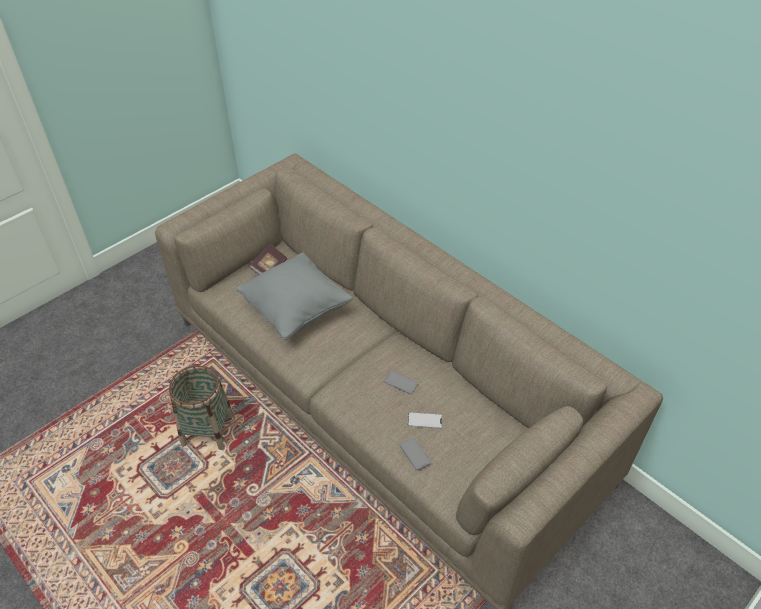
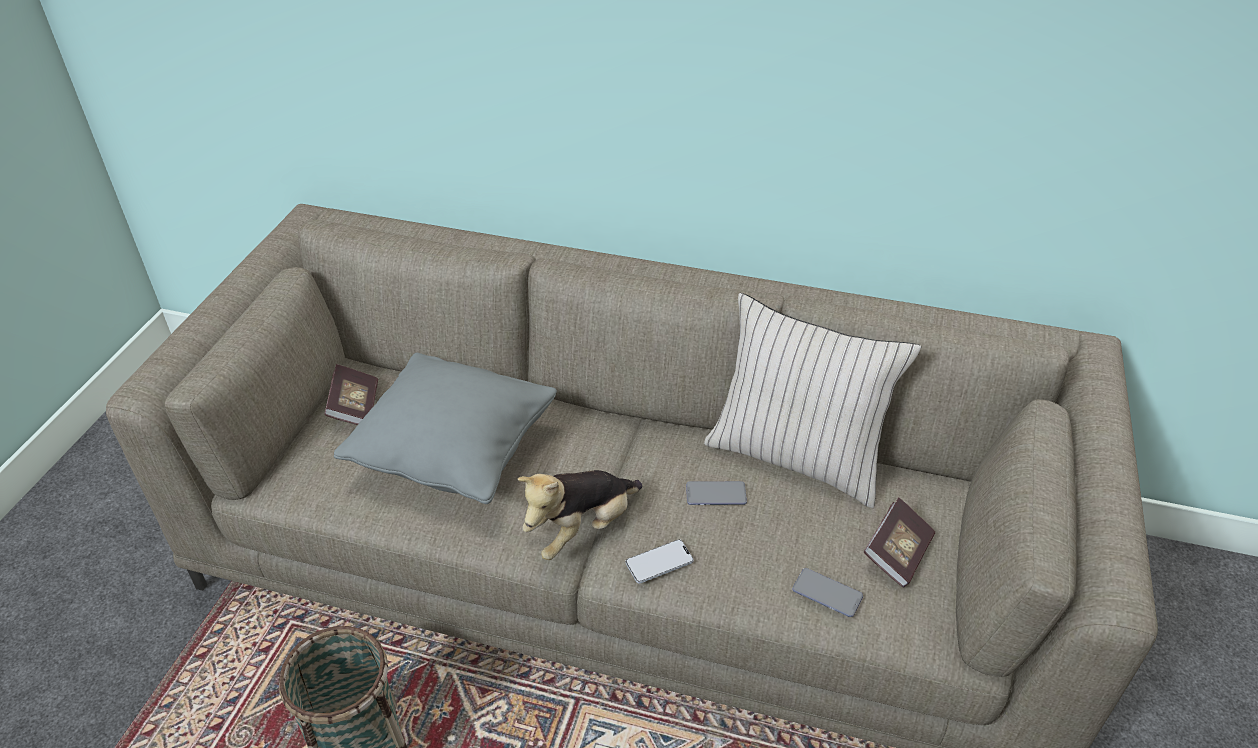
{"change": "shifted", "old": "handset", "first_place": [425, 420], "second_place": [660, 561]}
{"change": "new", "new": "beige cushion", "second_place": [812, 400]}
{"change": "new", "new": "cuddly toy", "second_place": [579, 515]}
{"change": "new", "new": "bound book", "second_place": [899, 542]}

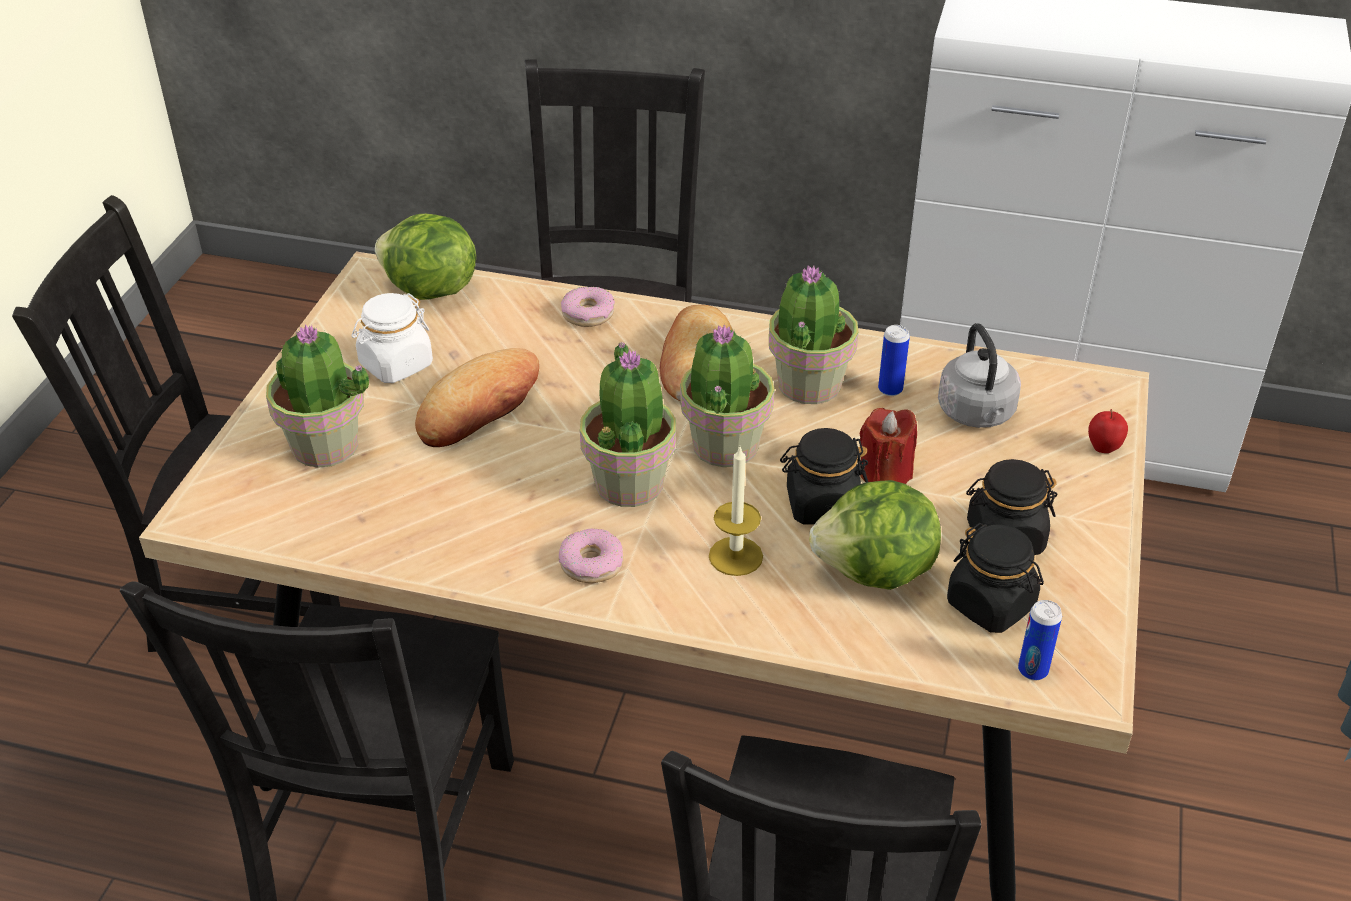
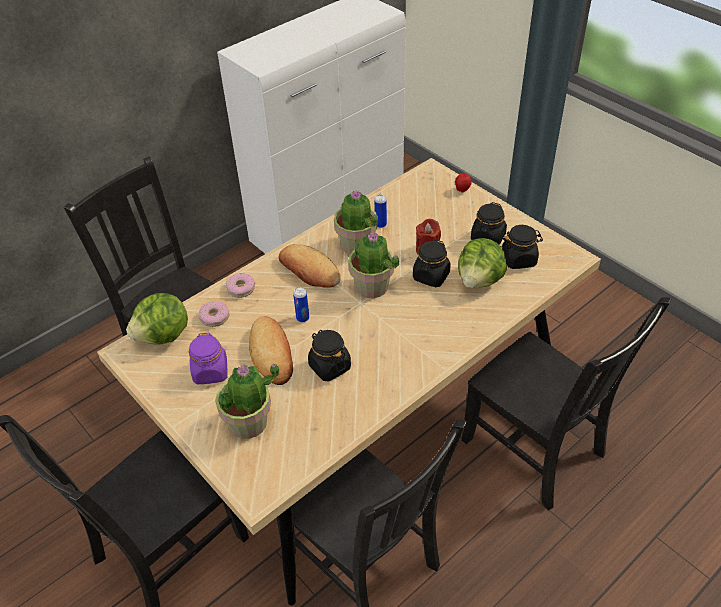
{"change": "repainted", "old": "white preserve jar", "new": "purple-coloured preserve jar", "first_place": [392, 338], "second_place": [208, 358]}
{"change": "gone", "old": "gray tea kettle", "first_place": [979, 375]}
{"change": "gone", "old": "potted plant", "first_place": [628, 424]}
{"change": "gone", "old": "wax candle", "first_place": [736, 511]}
{"change": "shifted", "old": "ring doughnut", "first_place": [591, 555], "second_place": [214, 314]}
{"change": "shifted", "old": "metal can", "first_place": [1040, 640], "second_place": [301, 304]}
{"change": "new", "new": "blackish preserve jar", "second_place": [329, 355]}

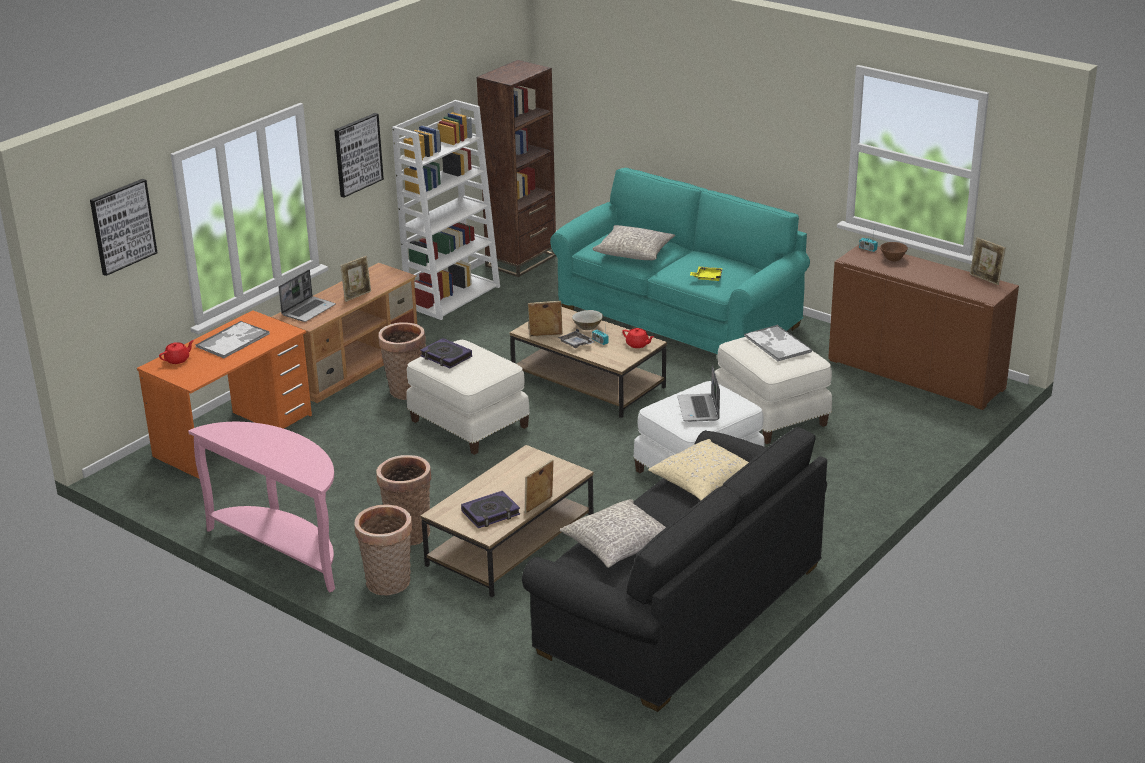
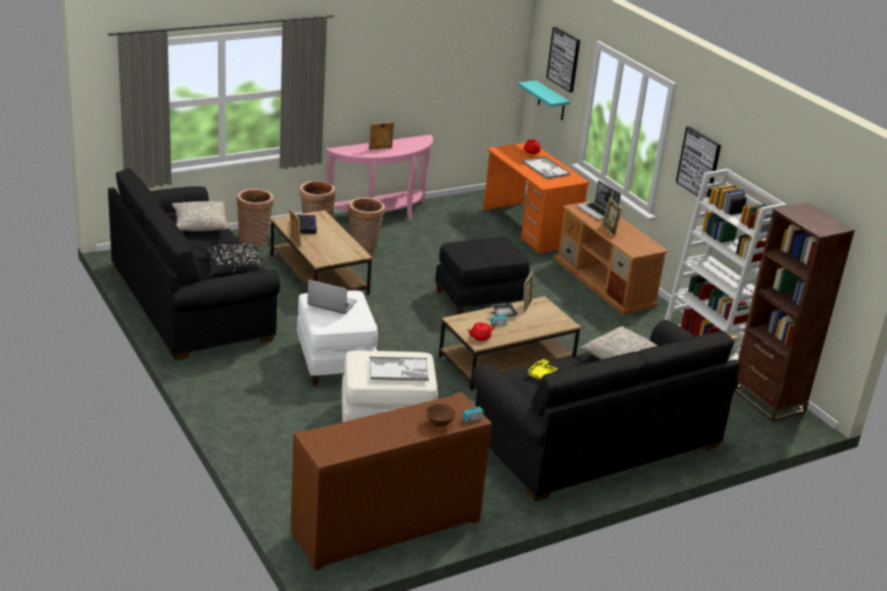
{"change": "repainted", "old": "blue-green sofa", "new": "blackish sofa", "first_place": [680, 261], "second_place": [605, 410]}
{"change": "shifted", "old": "picture frame", "first_place": [988, 261], "second_place": [381, 136]}
{"change": "gone", "old": "beige serving bowl", "first_place": [587, 320]}
{"change": "shifted", "old": "storage basket", "first_place": [402, 361], "second_place": [255, 218]}
{"change": "gone", "old": "bound book", "first_place": [446, 353]}
{"change": "repainted", "old": "white ottoman", "new": "blackish ottoman", "first_place": [468, 397], "second_place": [482, 276]}
{"change": "repainted", "old": "beige cushion", "new": "blackish cushion", "first_place": [698, 469], "second_place": [232, 259]}
{"change": "new", "new": "blue-green shelf", "second_place": [544, 100]}

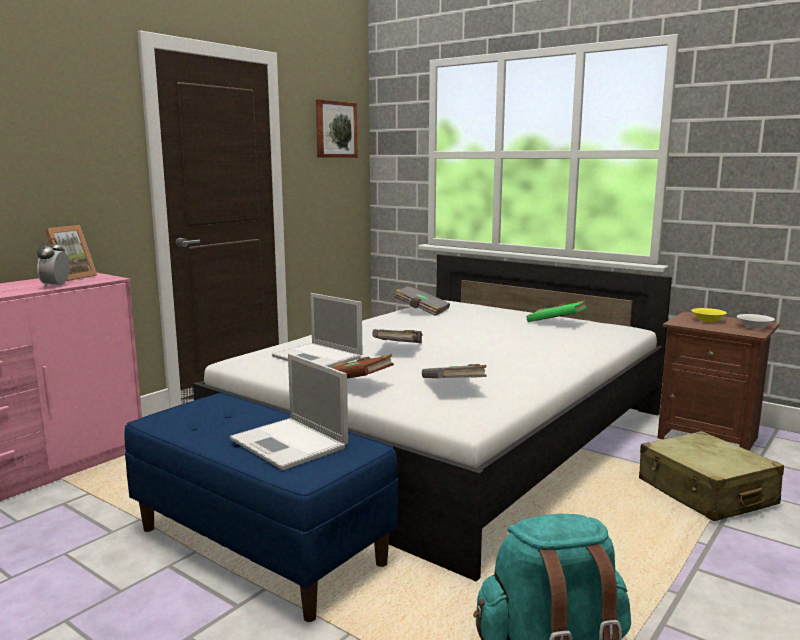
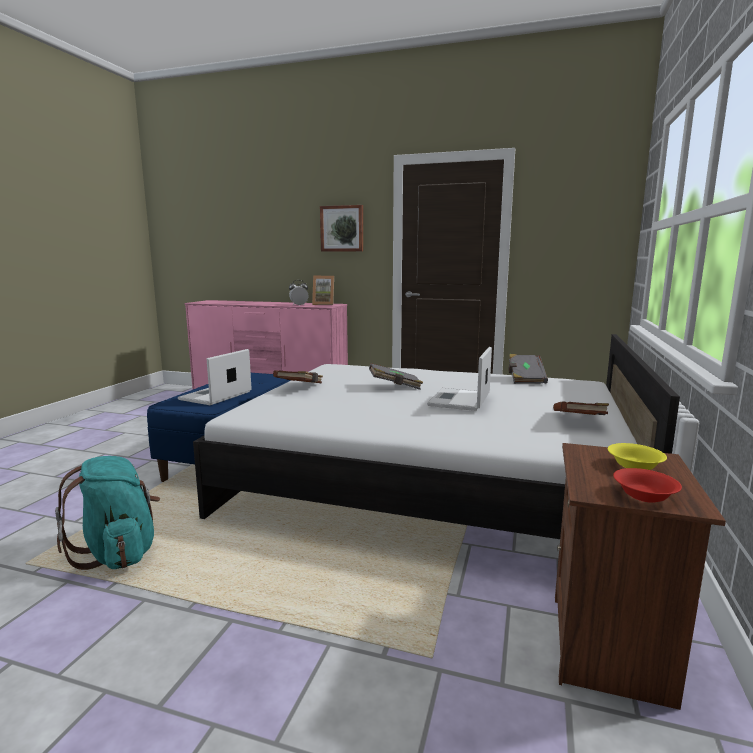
{"change": "shifted", "old": "wall picture", "first_place": [337, 128], "second_place": [341, 228]}
{"change": "shifted", "old": "laptop", "first_place": [317, 330], "second_place": [459, 379]}
{"change": "repainted", "old": "greenish bound book", "new": "brown-coloured bound book", "first_place": [556, 311], "second_place": [581, 408]}
{"change": "repainted", "old": "white serving bowl", "new": "reddish serving bowl", "first_place": [756, 321], "second_place": [647, 485]}
{"change": "gone", "old": "gray bound book", "first_place": [454, 371]}
{"change": "gone", "old": "beige travel case", "first_place": [711, 476]}

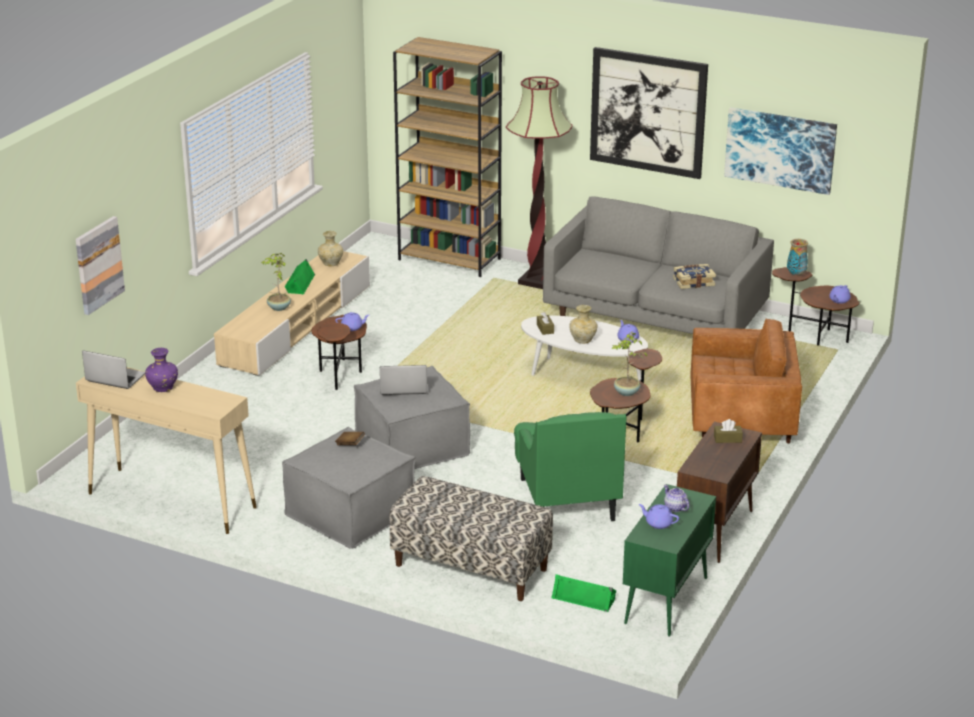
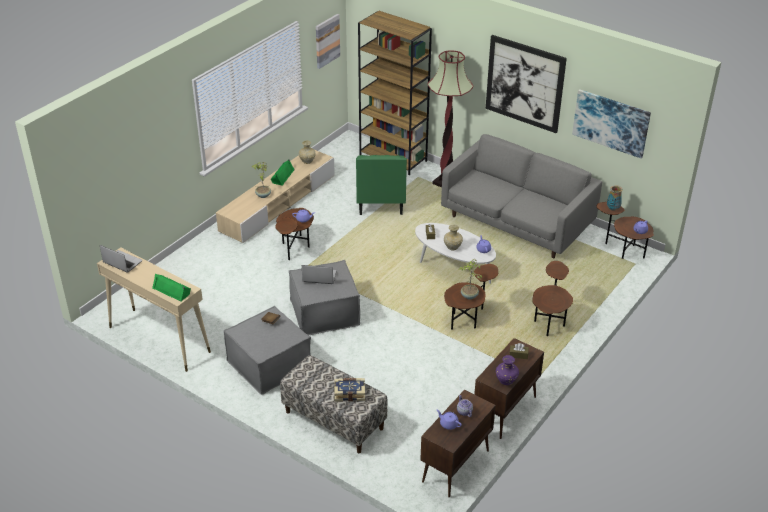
{"change": "shifted", "old": "wall picture", "first_place": [100, 265], "second_place": [328, 41]}
{"change": "shifted", "old": "bound book", "first_place": [694, 276], "second_place": [349, 390]}
{"change": "swapped", "old": "brown-coloured lounge chair", "new": "brown-coloured end table", "first_place": [746, 381], "second_place": [552, 298]}
{"change": "shifted", "old": "purple-coloured decorative vase", "first_place": [161, 370], "second_place": [507, 370]}
{"change": "shifted", "old": "greenish lounge chair", "first_place": [570, 466], "second_place": [381, 185]}
{"change": "repainted", "old": "greenish storage cabinet", "new": "brown-coloured storage cabinet", "first_place": [669, 560], "second_place": [458, 444]}
{"change": "shifted", "old": "greenish loudspeaker", "first_place": [584, 593], "second_place": [171, 288]}

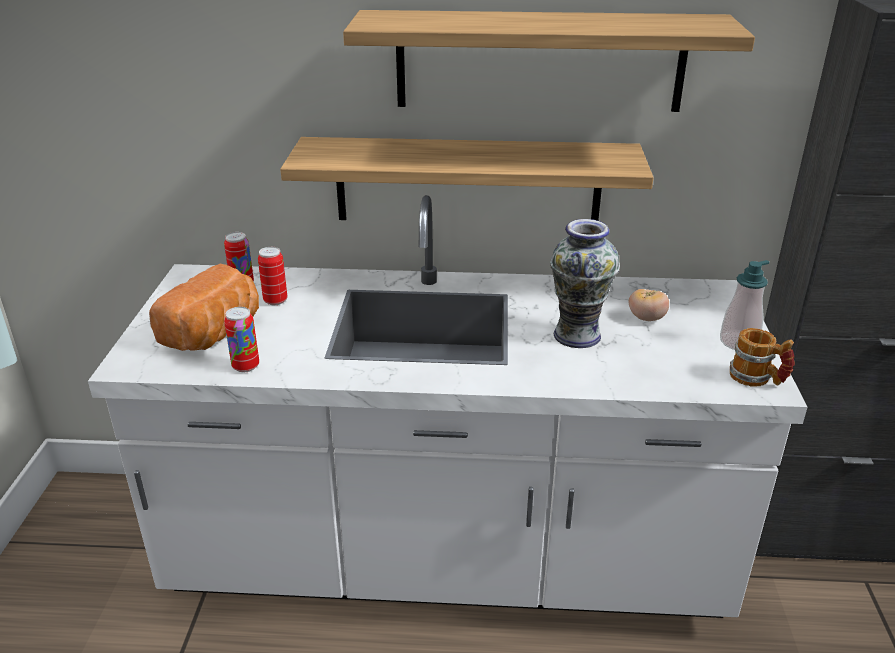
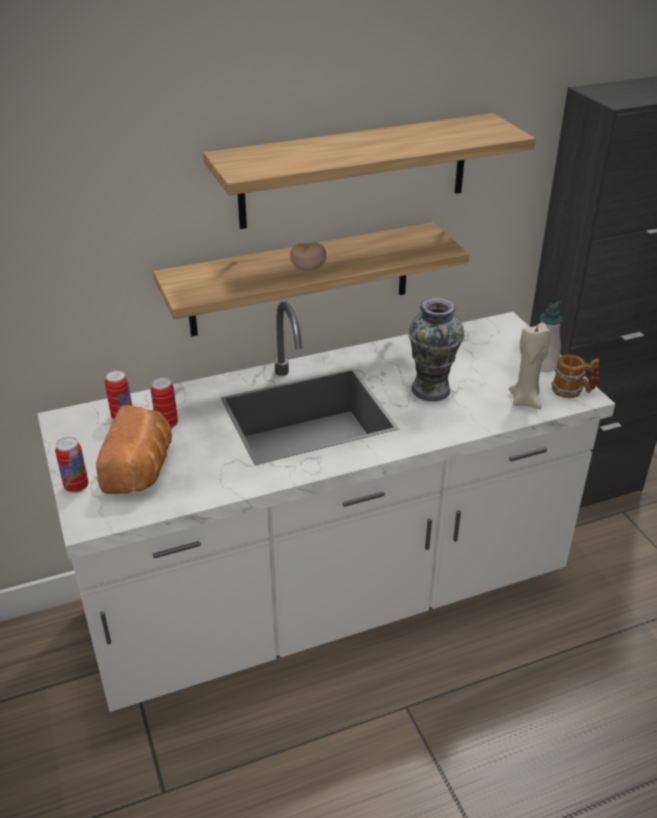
{"change": "shifted", "old": "fresh tomato", "first_place": [649, 305], "second_place": [308, 256]}
{"change": "shifted", "old": "metal can", "first_place": [241, 339], "second_place": [71, 465]}
{"change": "new", "new": "beige wax candle", "second_place": [530, 366]}

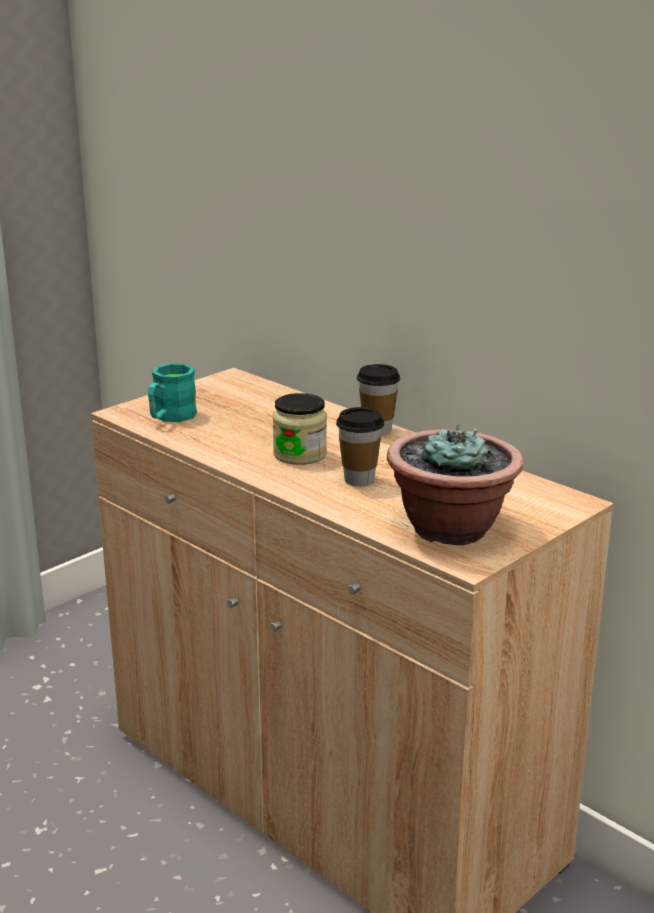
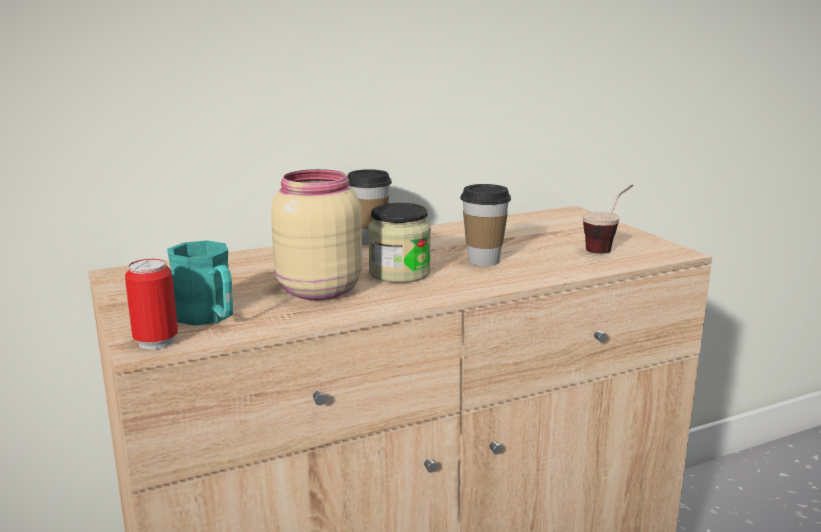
{"change": "swapped", "old": "potted plant", "new": "cup", "first_place": [455, 484], "second_place": [607, 219]}
{"change": "new", "new": "beige preserve jar", "second_place": [316, 234]}
{"change": "new", "new": "metal can", "second_place": [151, 304]}

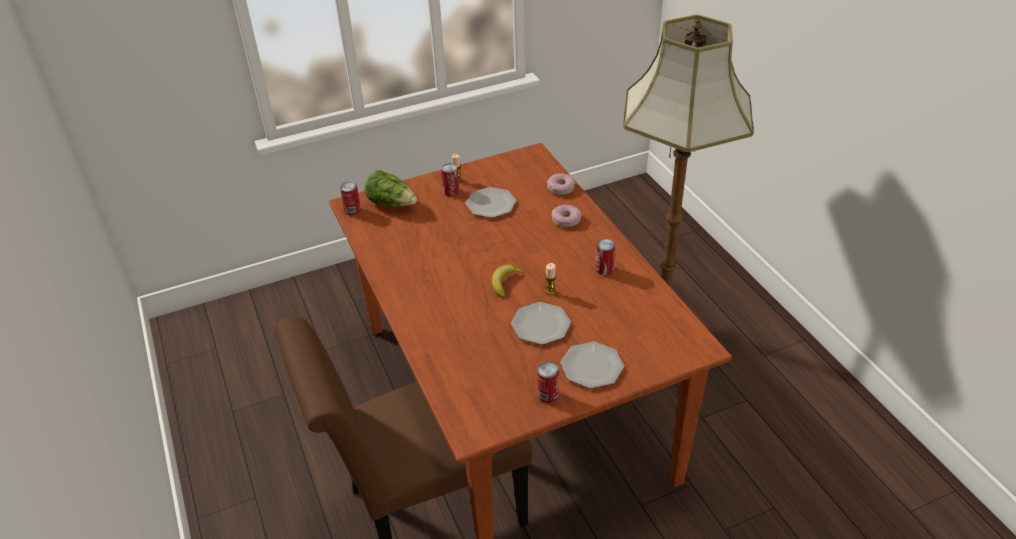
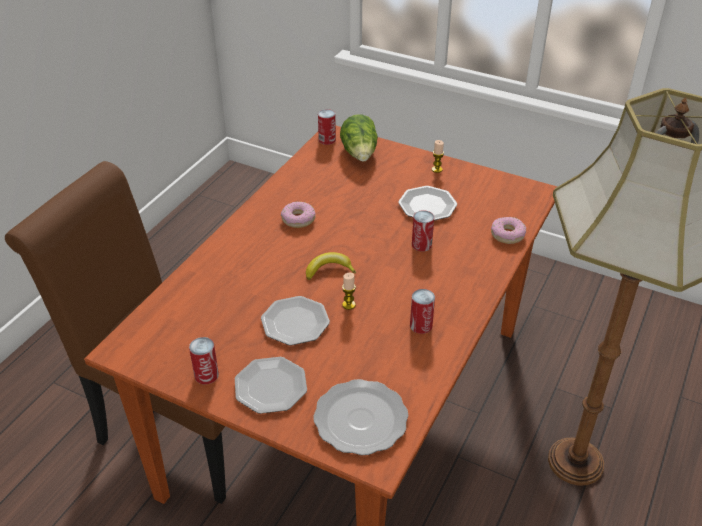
{"change": "shifted", "old": "metal can", "first_place": [450, 179], "second_place": [423, 230]}
{"change": "shifted", "old": "ring doughnut", "first_place": [566, 215], "second_place": [298, 215]}
{"change": "new", "new": "plate", "second_place": [361, 417]}

